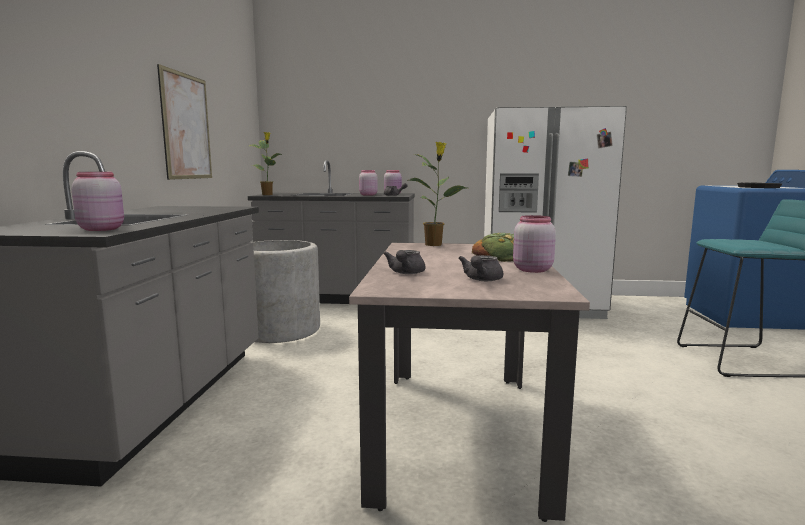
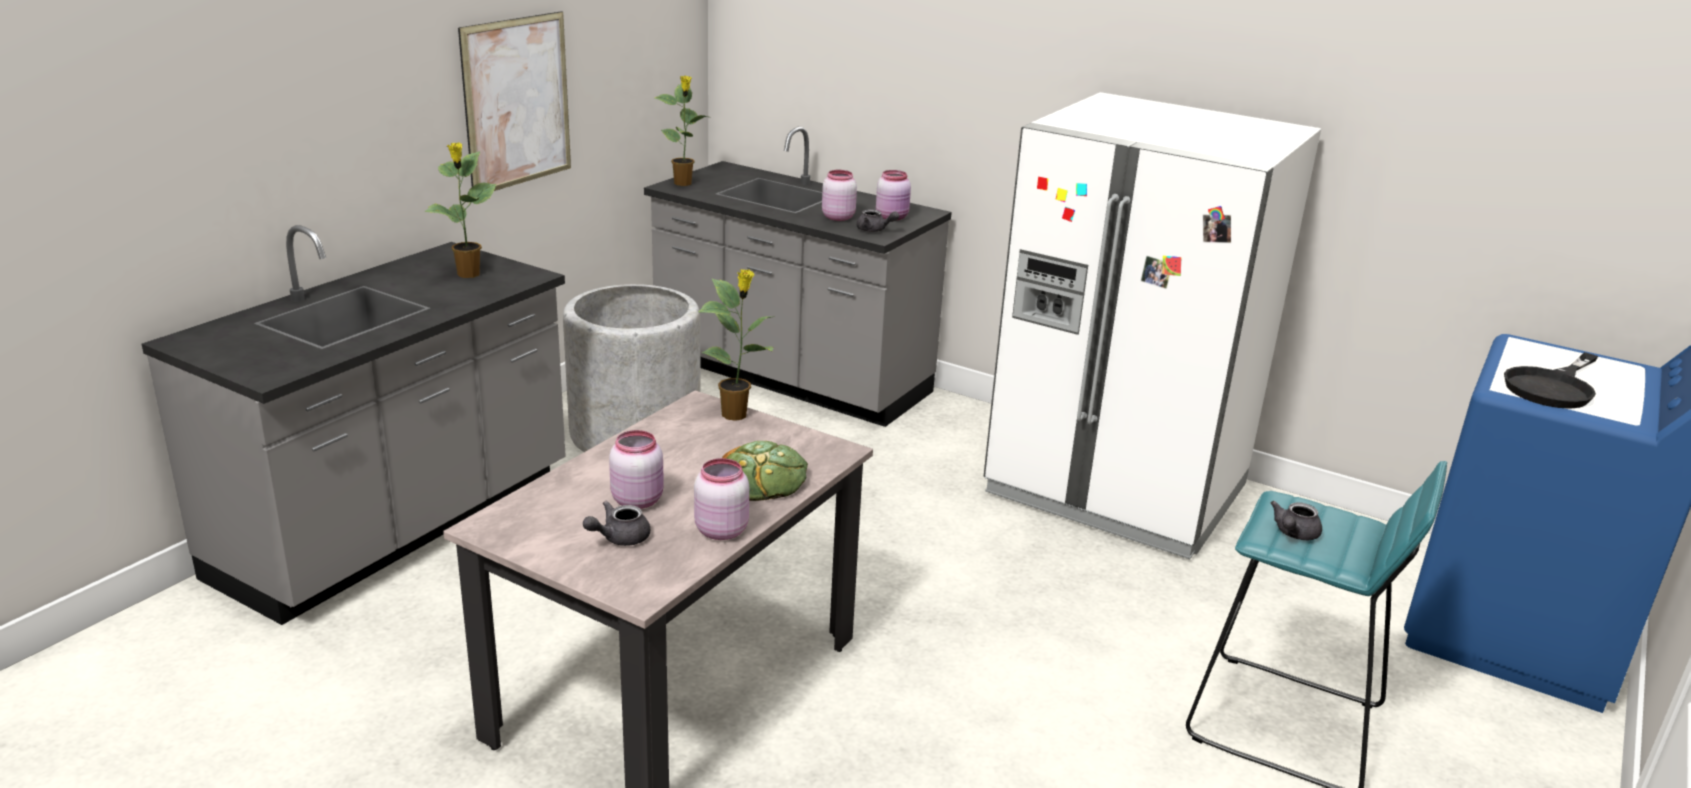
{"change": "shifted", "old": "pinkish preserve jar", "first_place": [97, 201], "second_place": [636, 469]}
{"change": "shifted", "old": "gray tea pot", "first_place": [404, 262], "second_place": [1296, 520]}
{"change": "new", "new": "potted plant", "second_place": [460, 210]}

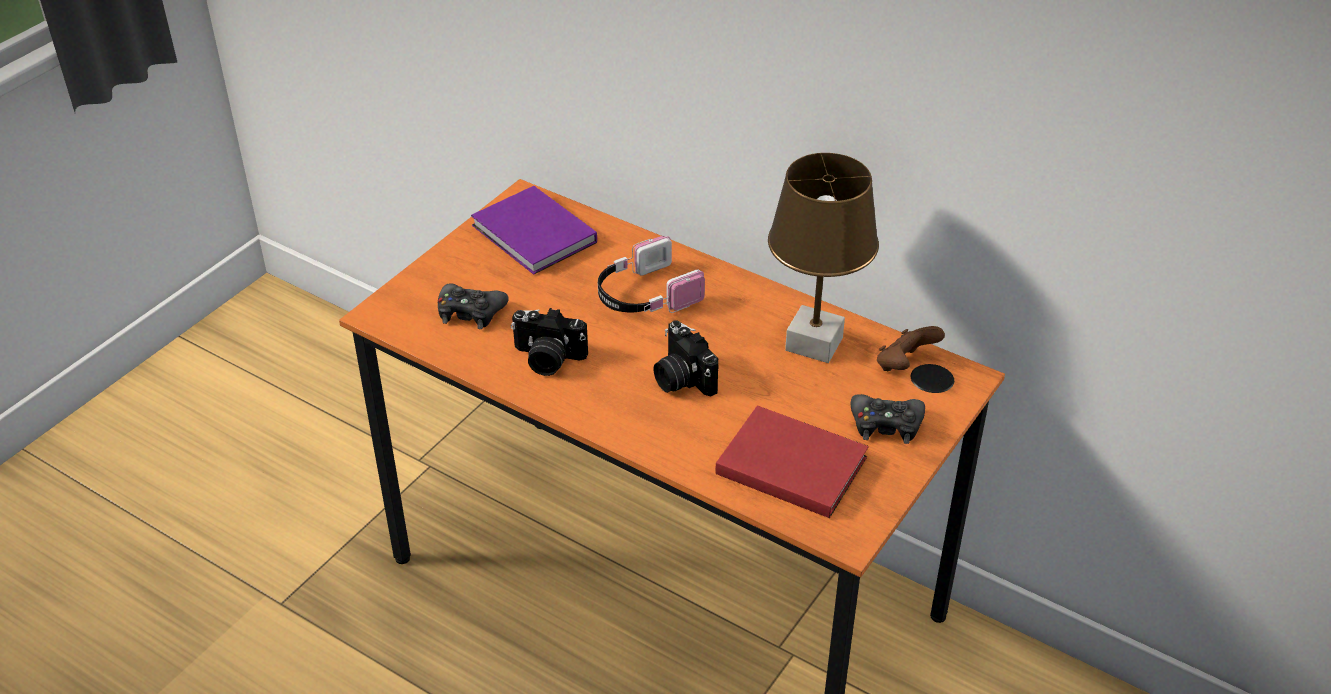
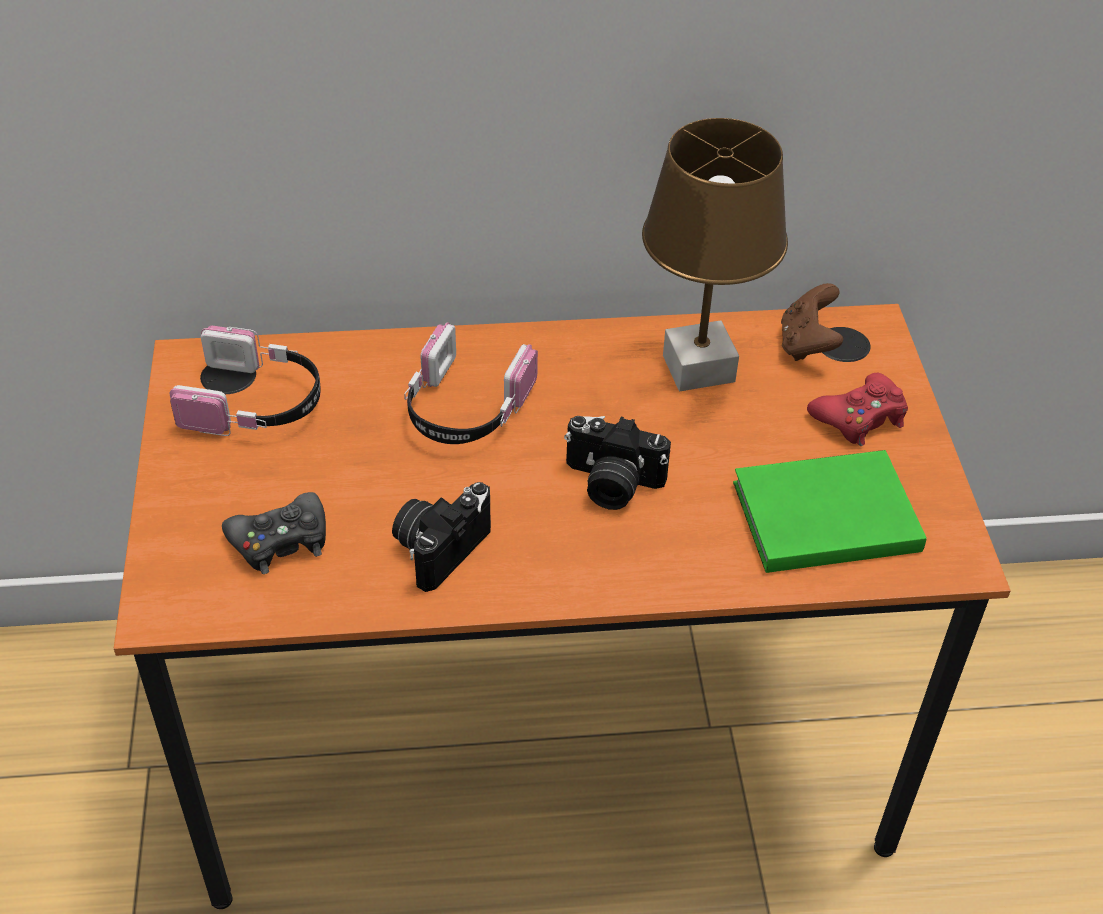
{"change": "swapped", "old": "purple-coloured bound book", "new": "headset", "first_place": [534, 230], "second_place": [245, 381]}
{"change": "rotated", "old": "photo camera", "first_place": [549, 342], "second_place": [441, 537], "degrees": 150}
{"change": "repainted", "old": "blackish game controller", "new": "reddish game controller", "first_place": [888, 419], "second_place": [857, 409]}
{"change": "repainted", "old": "reddish bound book", "new": "greenish bound book", "first_place": [792, 461], "second_place": [830, 511]}

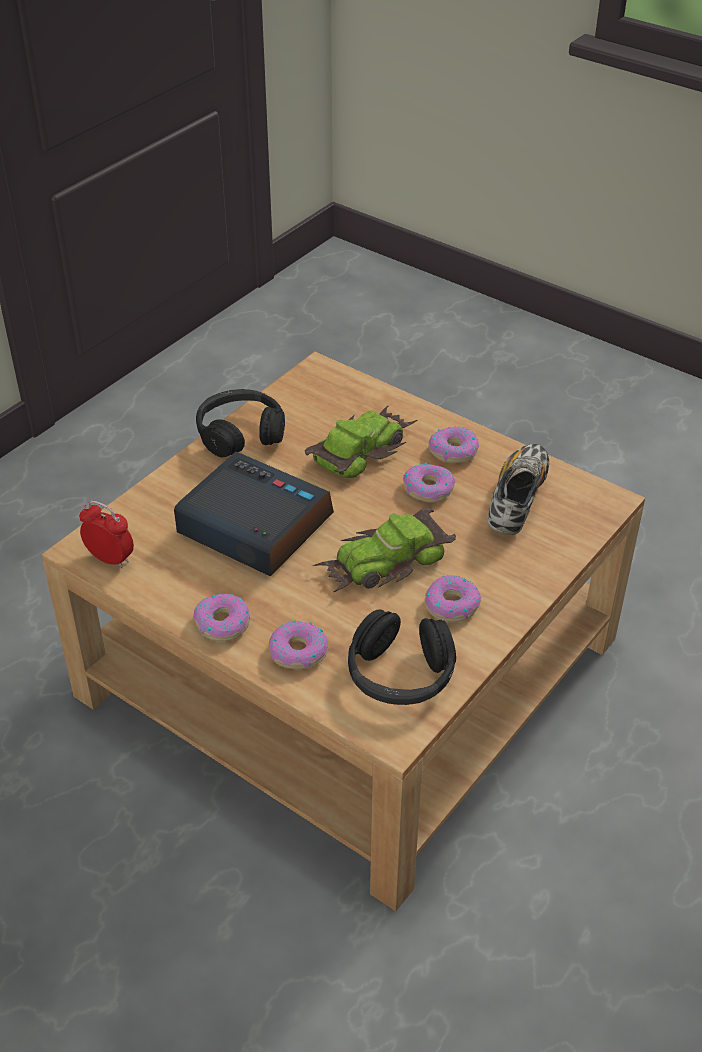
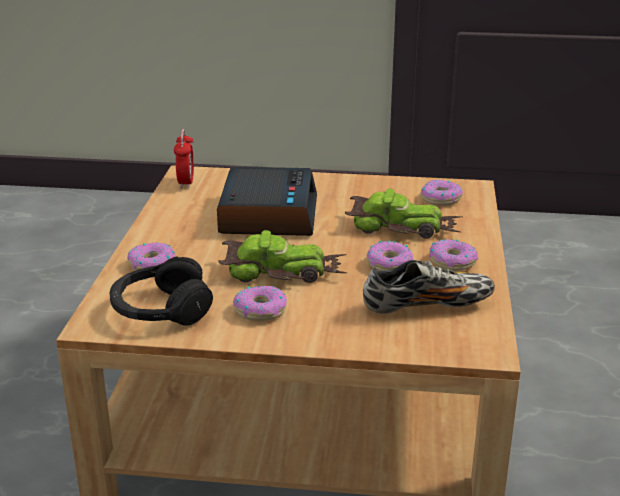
{"change": "gone", "old": "blackish headset", "first_place": [240, 423]}
{"change": "rotated", "old": "toy car", "first_place": [384, 550], "second_place": [282, 256], "degrees": 150}
{"change": "shifted", "old": "ring doughnut", "first_place": [221, 617], "second_place": [442, 193]}

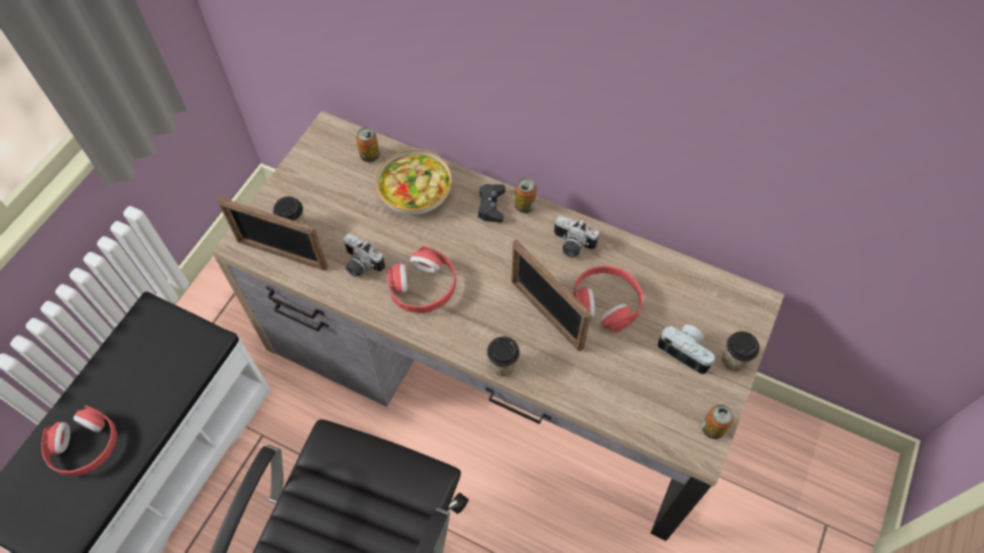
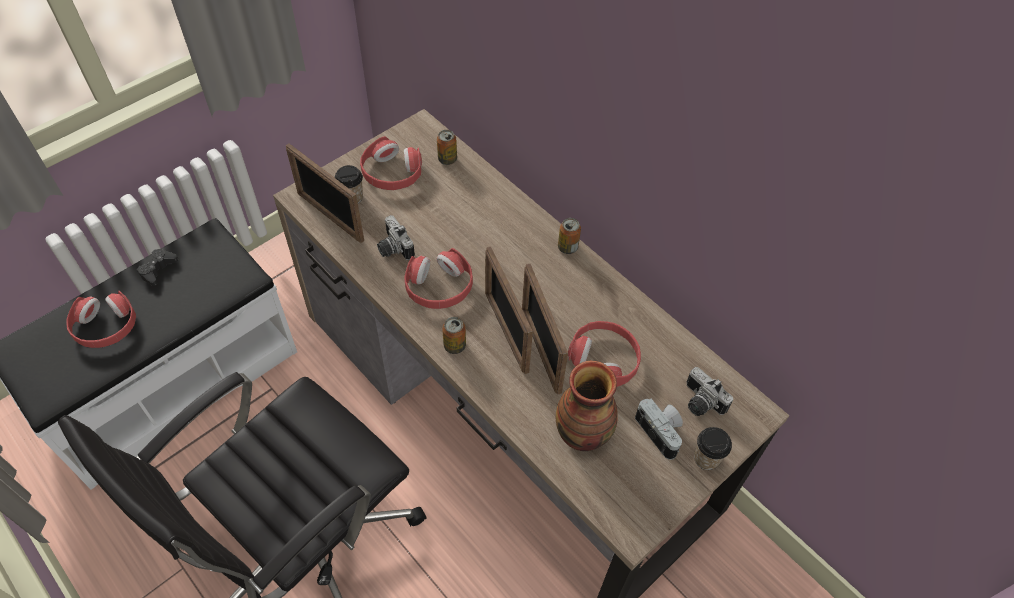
{"change": "gone", "old": "serving bowl", "first_place": [413, 182]}
{"change": "shifted", "old": "blackish game controller", "first_place": [491, 203], "second_place": [157, 267]}
{"change": "shifted", "old": "photo camera", "first_place": [576, 237], "second_place": [710, 391]}
{"change": "gone", "old": "cup", "first_place": [503, 357]}
{"change": "shifted", "old": "metal can", "first_place": [718, 422], "second_place": [454, 335]}
{"change": "new", "new": "reddish headset", "second_place": [391, 163]}
{"change": "new", "new": "picture frame", "second_place": [509, 310]}
{"change": "new", "new": "decorative vase", "second_place": [587, 406]}

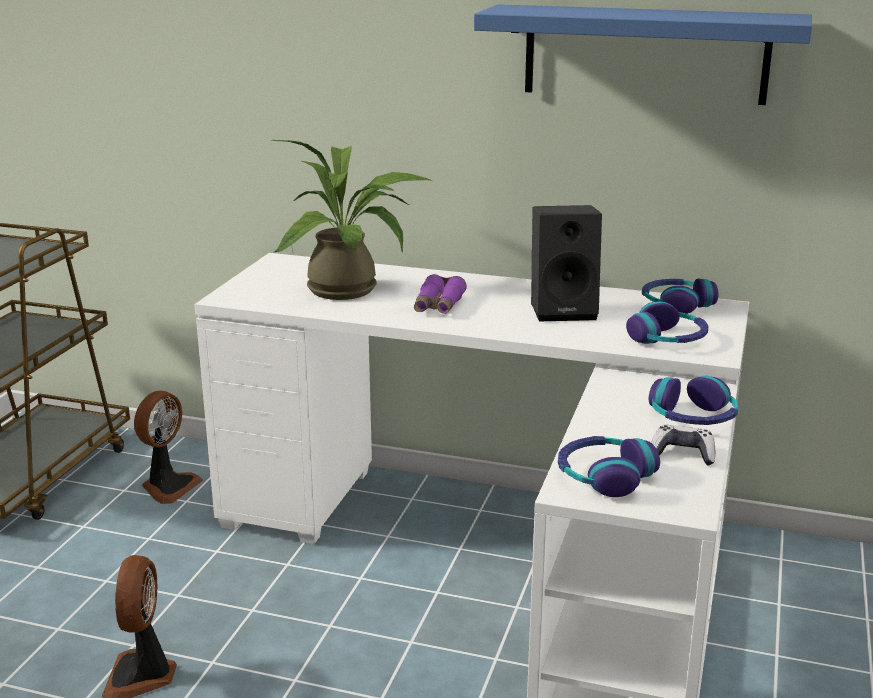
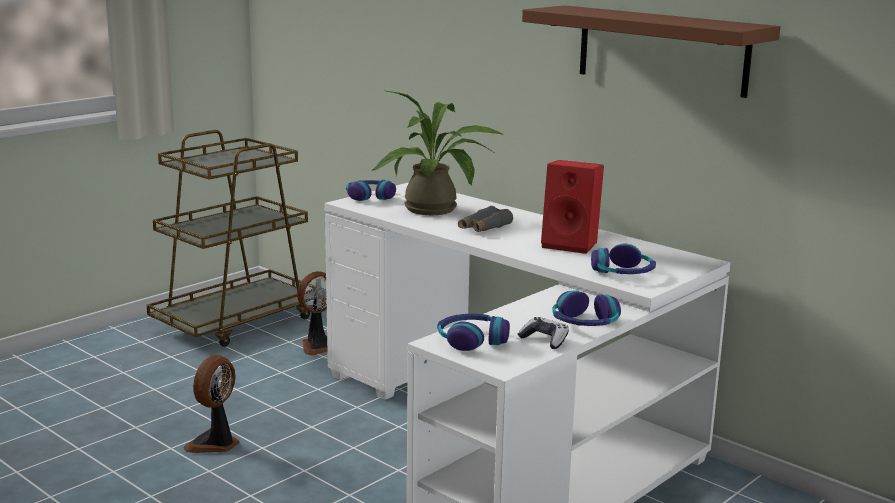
{"change": "repainted", "old": "blue shelf", "new": "brown-coloured shelf", "first_place": [643, 54], "second_place": [651, 51]}
{"change": "repainted", "old": "blackish loudspeaker", "new": "reddish loudspeaker", "first_place": [566, 263], "second_place": [572, 207]}
{"change": "repainted", "old": "purple-coloured pair of binoculars", "new": "gray pair of binoculars", "first_place": [440, 294], "second_place": [485, 219]}
{"change": "shifted", "old": "headset", "first_place": [680, 296], "second_place": [371, 190]}

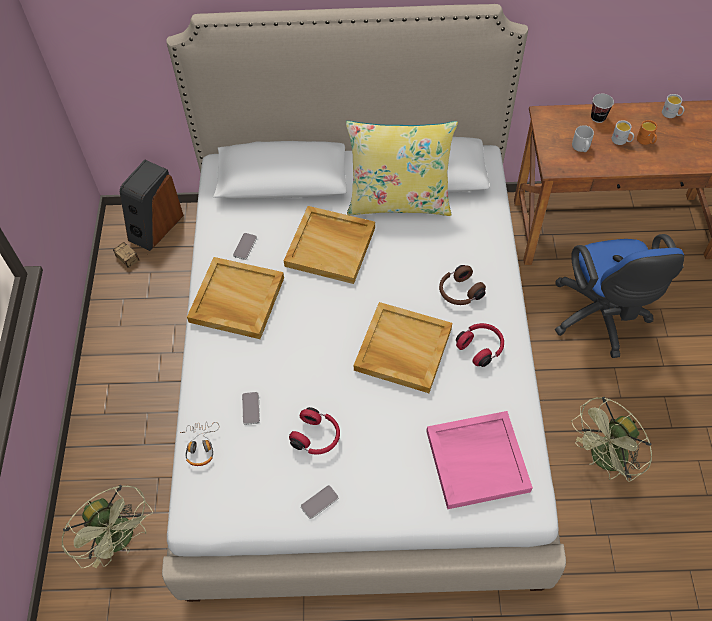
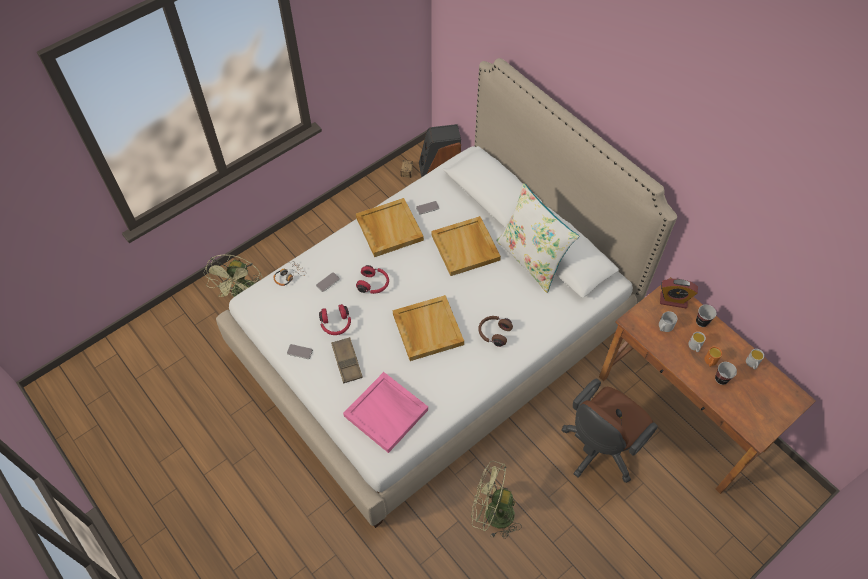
{"change": "repainted", "old": "yellow-coloured cushion", "new": "white cushion", "first_place": [402, 168], "second_place": [537, 238]}
{"change": "repainted", "old": "blue desk chair", "new": "brown-coloured desk chair", "first_place": [619, 296], "second_place": [610, 431]}
{"change": "shifted", "old": "reddish headset", "first_place": [480, 345], "second_place": [372, 279]}
{"change": "new", "new": "bedside clock", "second_place": [679, 294]}
{"change": "new", "new": "brown-coloured tray", "second_place": [347, 360]}
{"change": "new", "new": "cup", "second_place": [726, 373]}

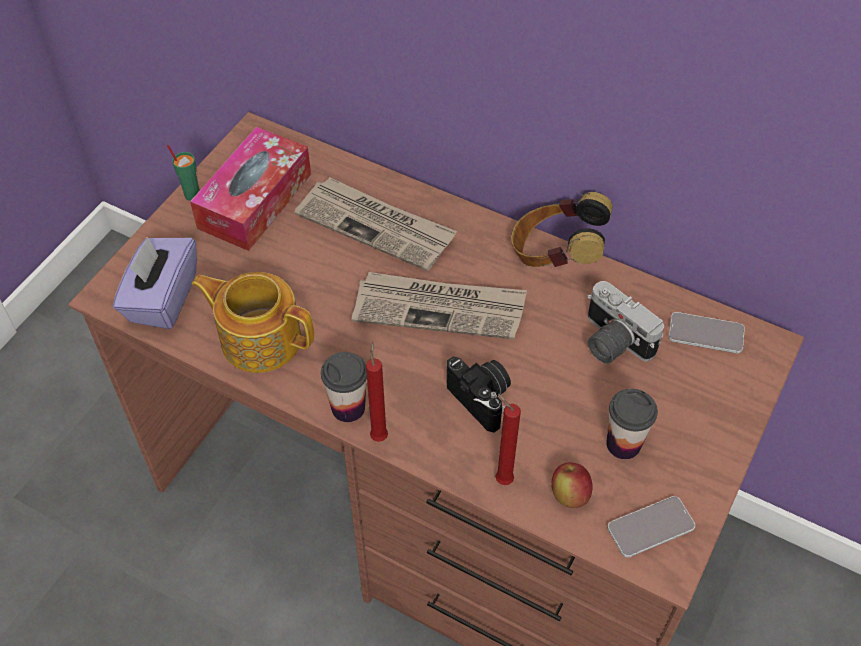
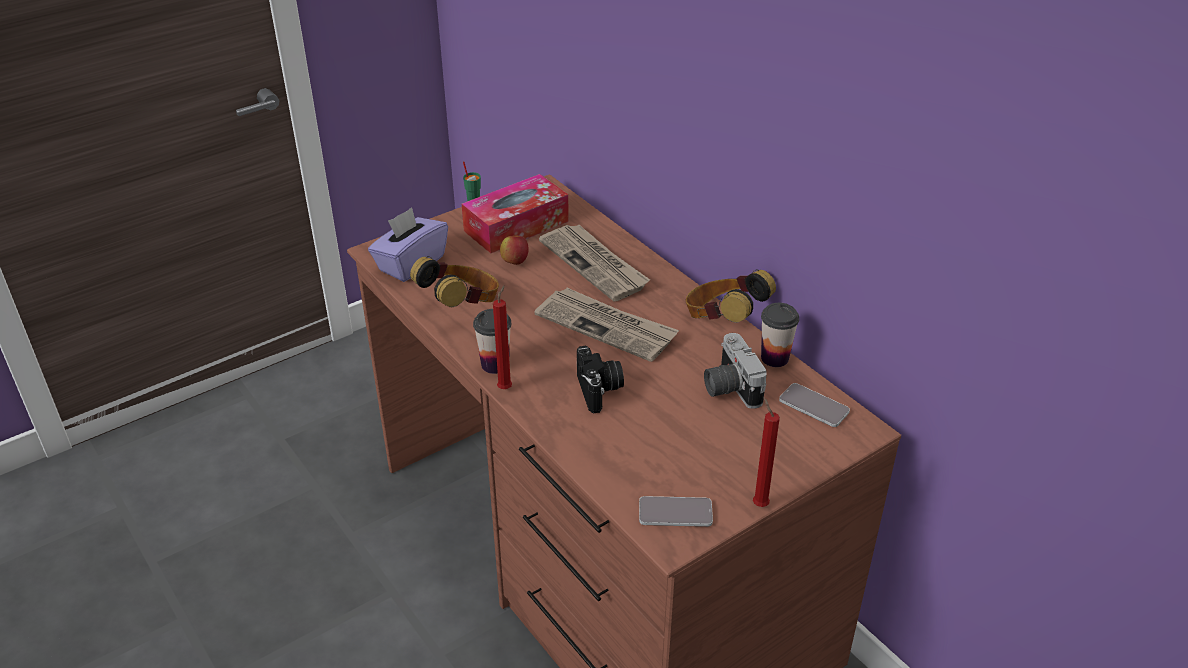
{"change": "swapped", "old": "tea pot", "new": "headset", "first_place": [252, 322], "second_place": [454, 281]}
{"change": "shifted", "old": "cup", "first_place": [632, 424], "second_place": [780, 335]}
{"change": "shifted", "old": "reddish wax candle", "first_place": [508, 439], "second_place": [766, 452]}
{"change": "shifted", "old": "apple fruit", "first_place": [572, 485], "second_place": [514, 250]}

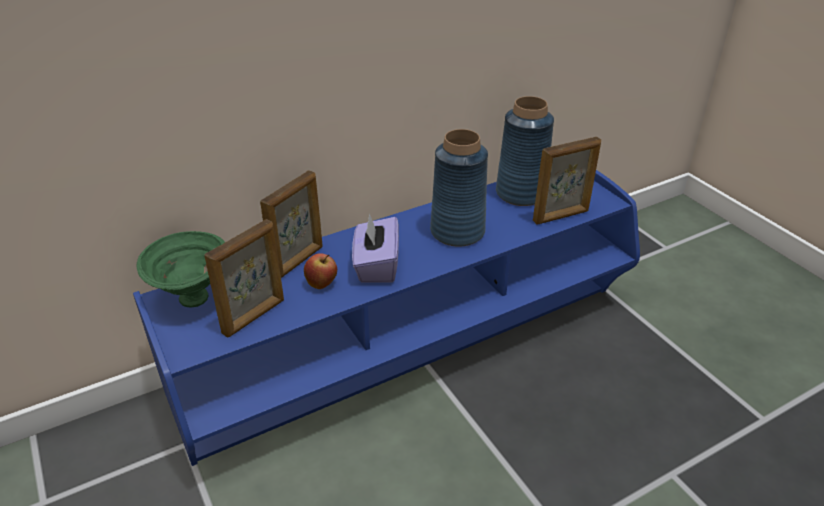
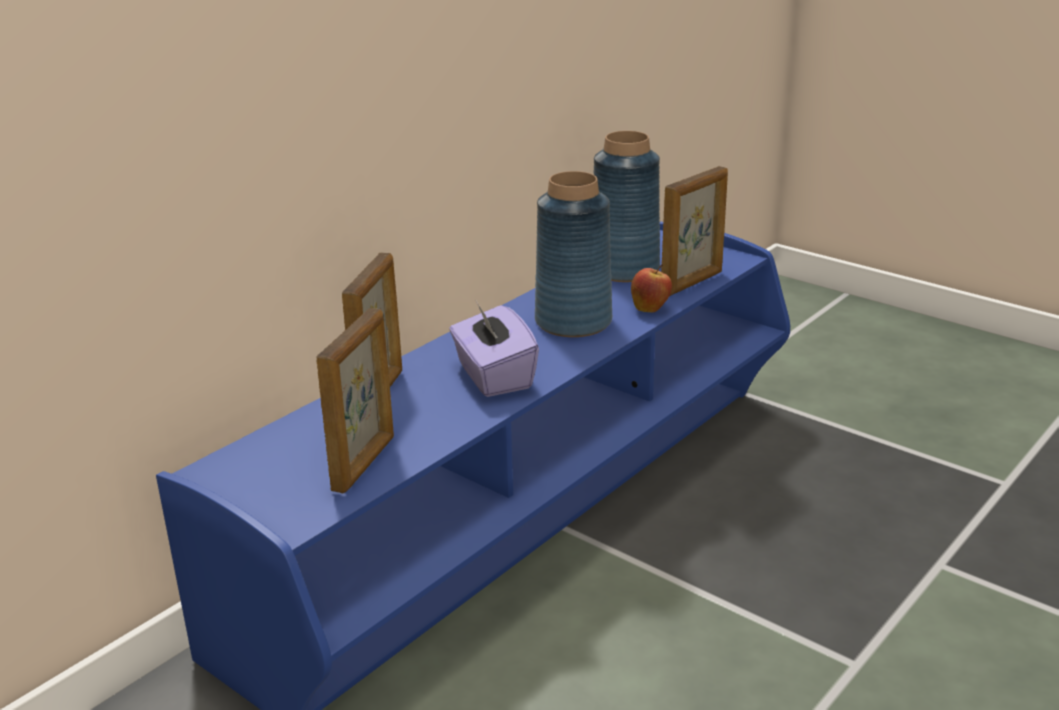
{"change": "gone", "old": "greenish serving bowl", "first_place": [181, 269]}
{"change": "shifted", "old": "apple fruit", "first_place": [320, 271], "second_place": [651, 288]}

